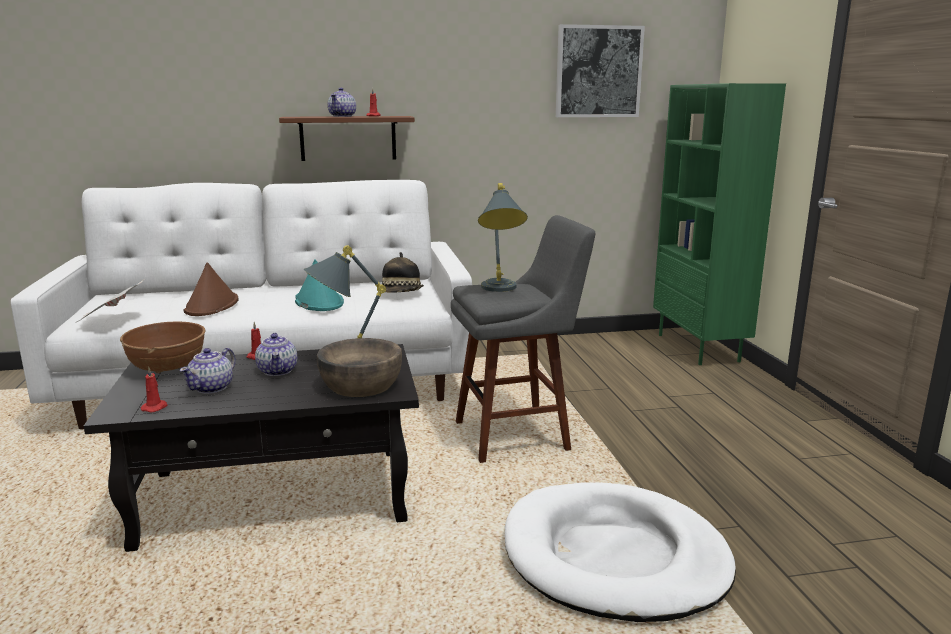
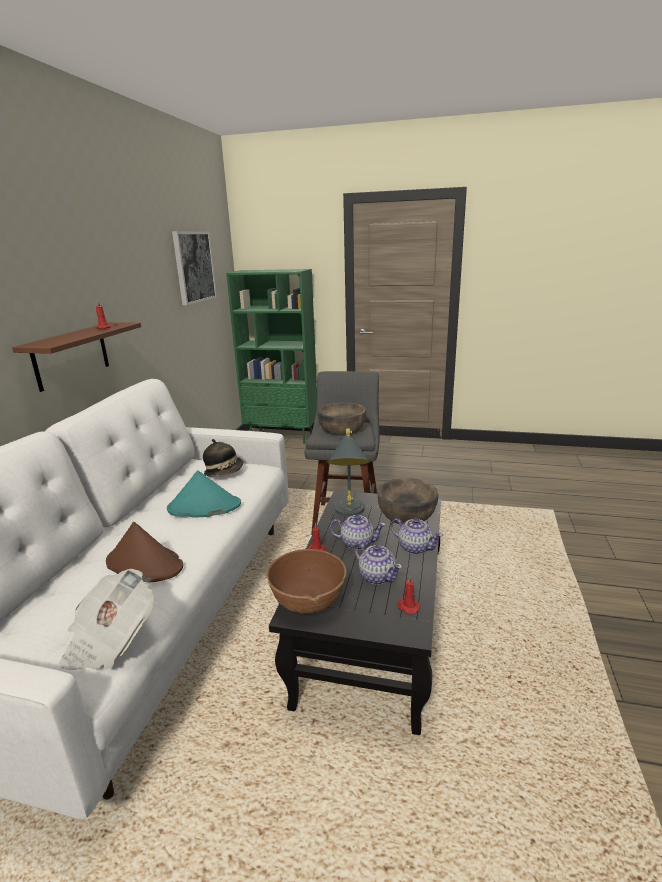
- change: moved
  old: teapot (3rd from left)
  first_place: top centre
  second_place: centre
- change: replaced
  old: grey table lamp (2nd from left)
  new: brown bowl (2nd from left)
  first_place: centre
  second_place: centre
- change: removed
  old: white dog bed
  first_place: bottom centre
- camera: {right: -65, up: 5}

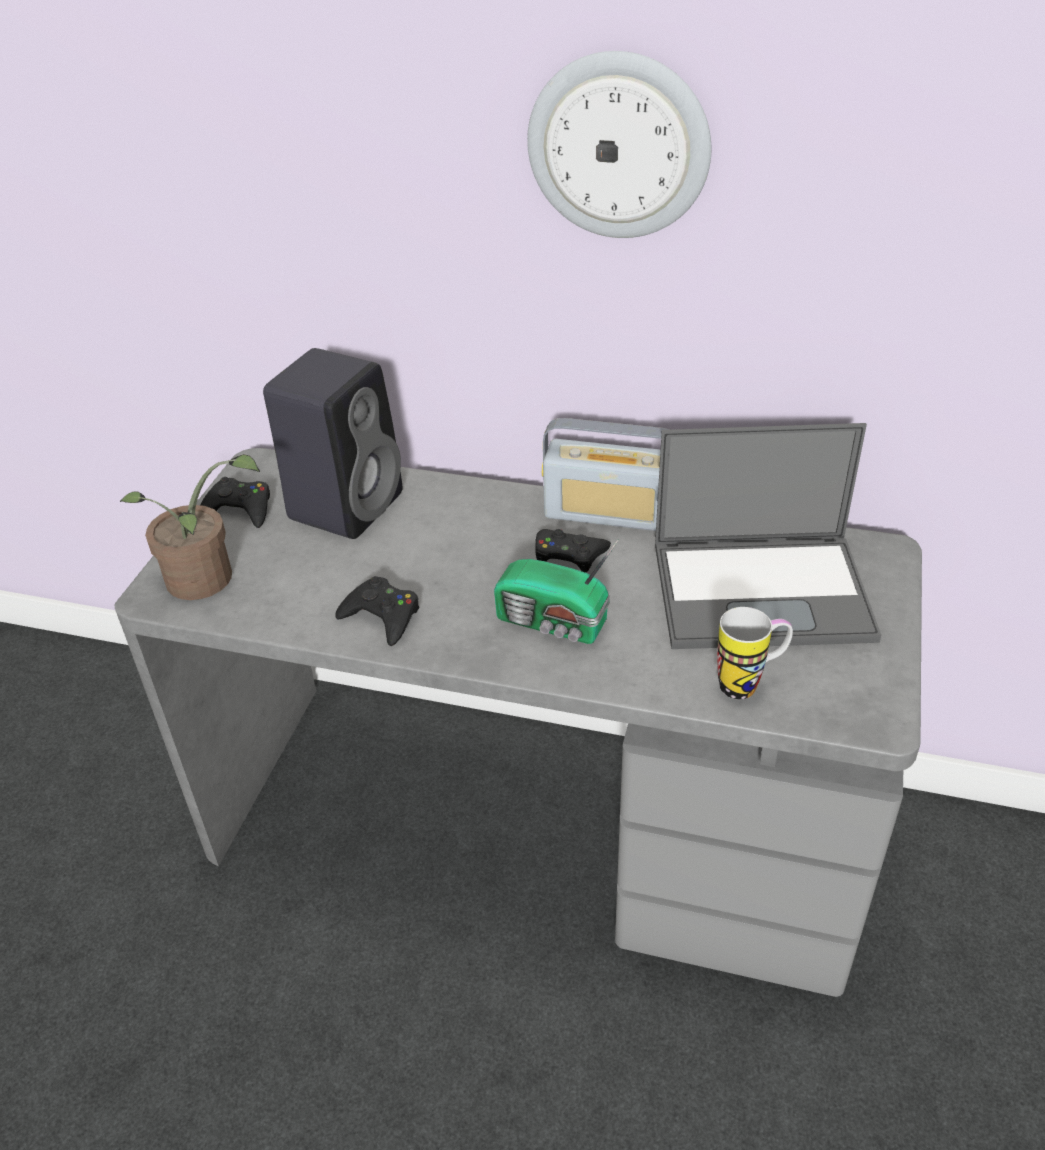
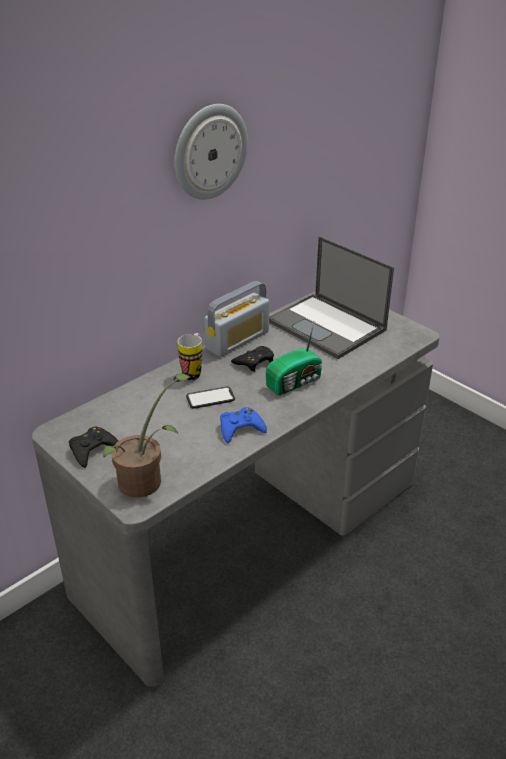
- change: removed
  old: black speaker
  first_place: middle left
- change: recoloured
  old: black game controller (2nd from left)
  new: blue game controller
  first_place: centre
  second_place: centre
- change: turned
  old: laptop
  first_place: middle right
  second_place: centre
  degrees: 105
- change: moved
  old: mug
  first_place: middle right
  second_place: centre
- change: added
  new: phone
  second_place: centre
- camera: {right: -60, up: -5}

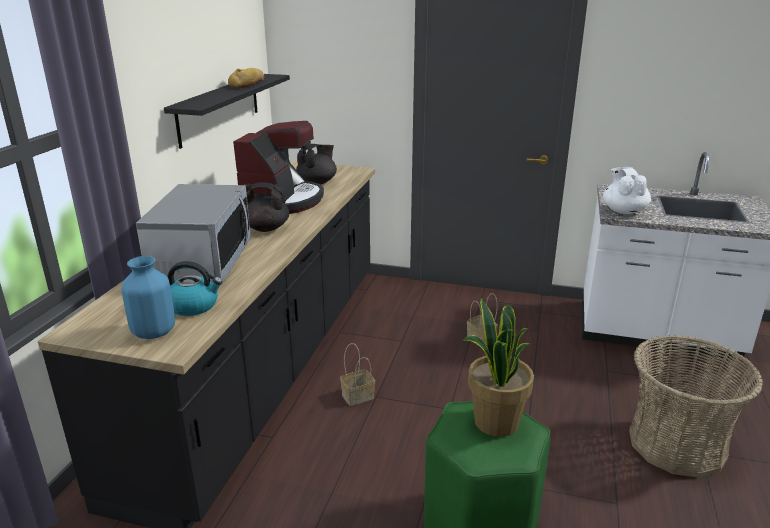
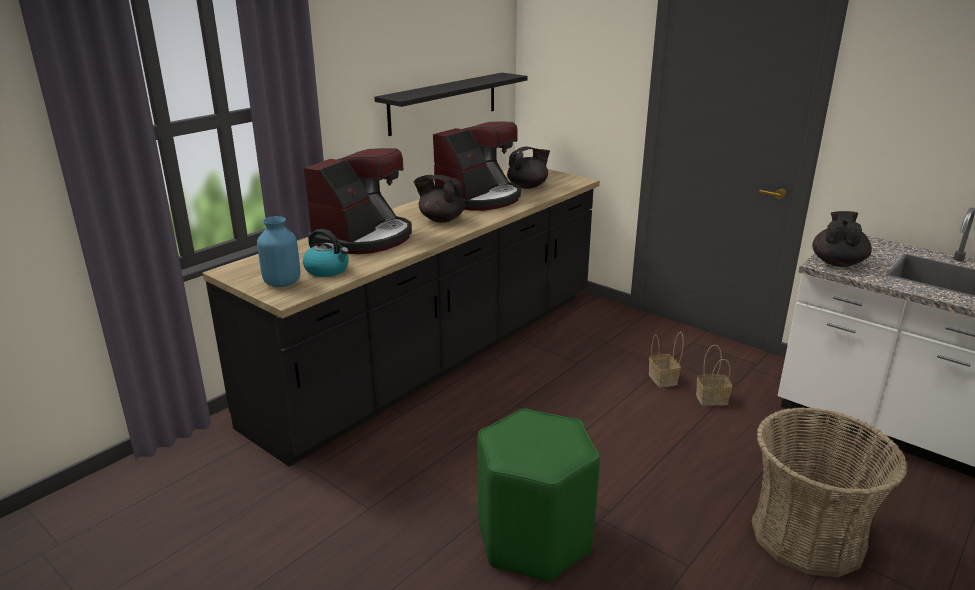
- change: replaced
  old: microwave
  new: coffee machine (1st from left)
  first_place: middle left
  second_place: centre
- change: removed
  old: bread
  first_place: top left
- change: moved
  old: basket (1st from left in the first image)
  new: basket (2nd from left)
  first_place: bottom centre
  second_place: middle right
- change: removed
  old: potted plant
  first_place: bottom centre
- change: recoloured
  old: white teapot
  new: black teapot (3rd from left)
  first_place: middle right
  second_place: middle right
- camera: {right: 25, up: 0}

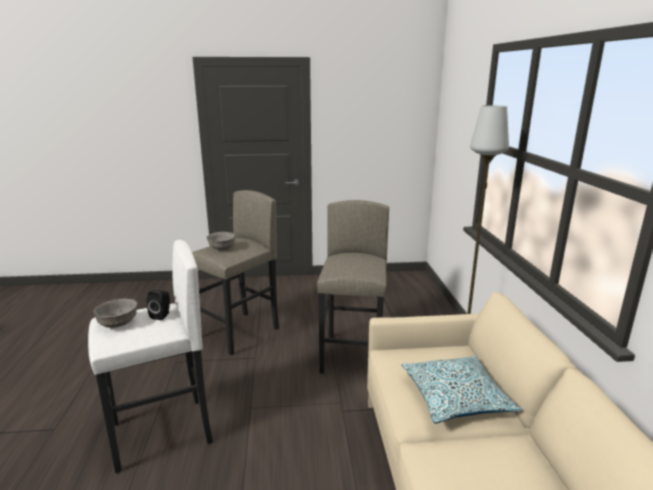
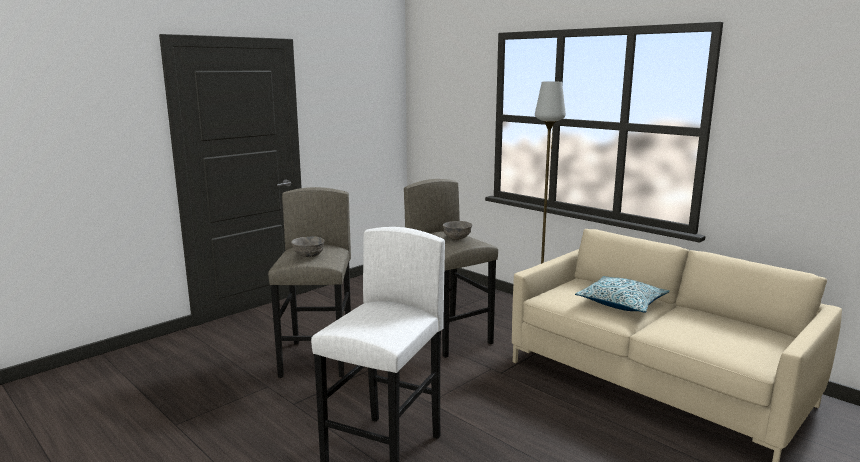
- change: moved
  old: grey bowl (1st from left in the first image)
  new: grey bowl (2nd from left)
  first_place: middle left
  second_place: centre
- change: removed
  old: black speaker
  first_place: middle left
- camera: {right: -40, up: -5}

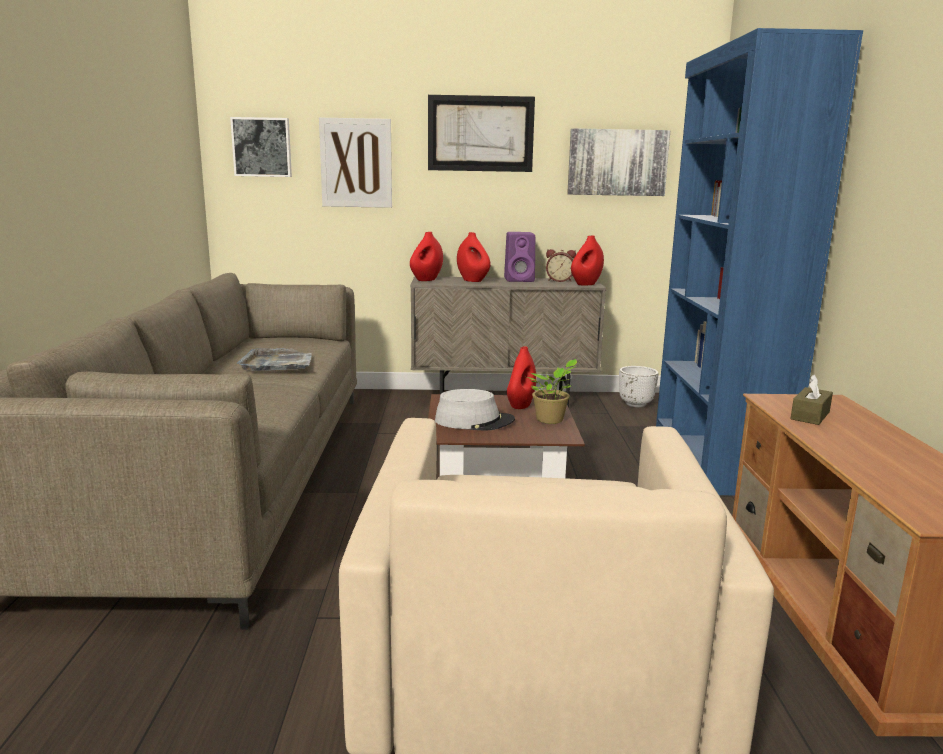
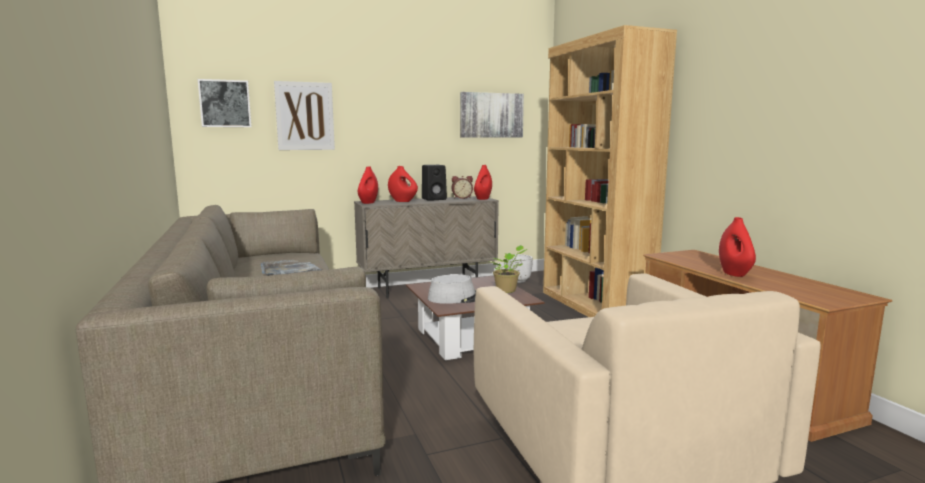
- change: removed
  old: picture (3rd from left)
  first_place: top centre
- change: recoloured
  old: purple speaker
  new: black speaker
  first_place: centre
  second_place: centre
- change: moved
  old: red vase (3rd from left in the first image)
  new: red vase (4th from left)
  first_place: centre
  second_place: middle right
- change: recoloured
  old: blue bookcase
  new: brown bookcase
  first_place: middle right
  second_place: centre
- change: removed
  old: brown tissue box
  first_place: middle right
- camera: {right: -20, up: -5}

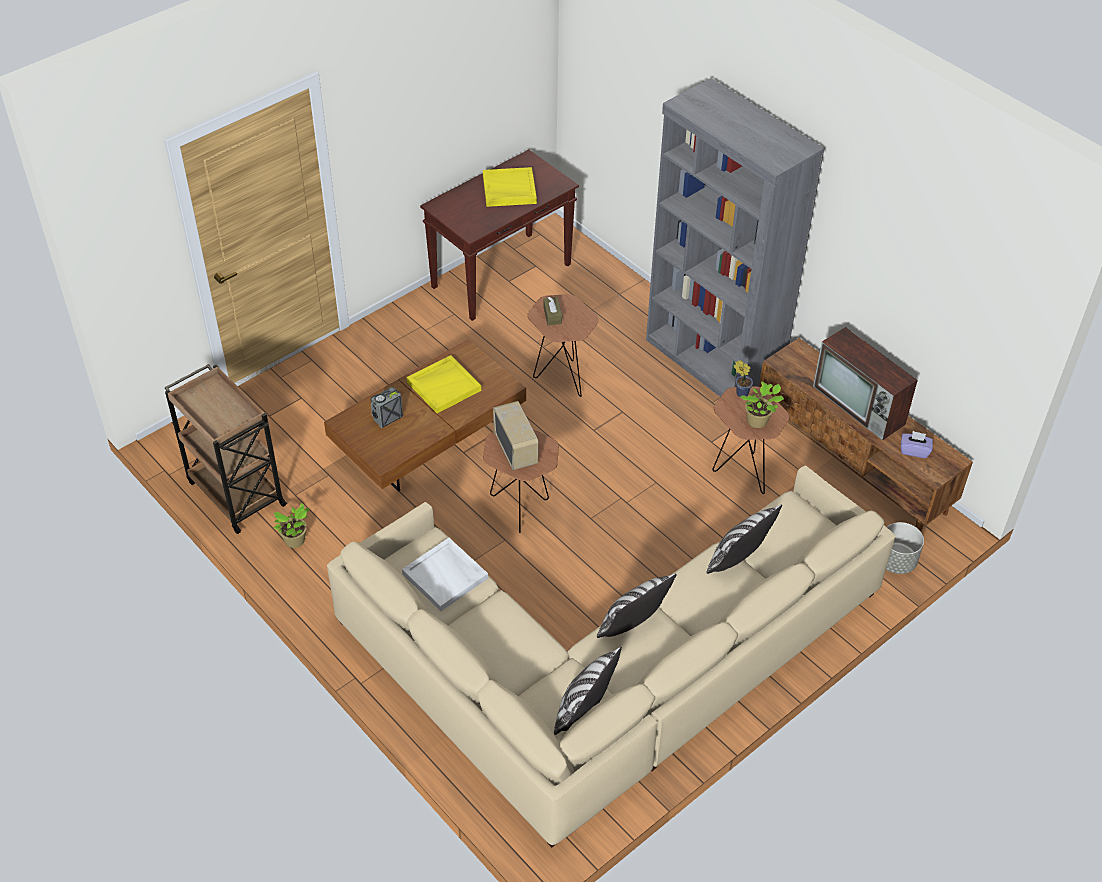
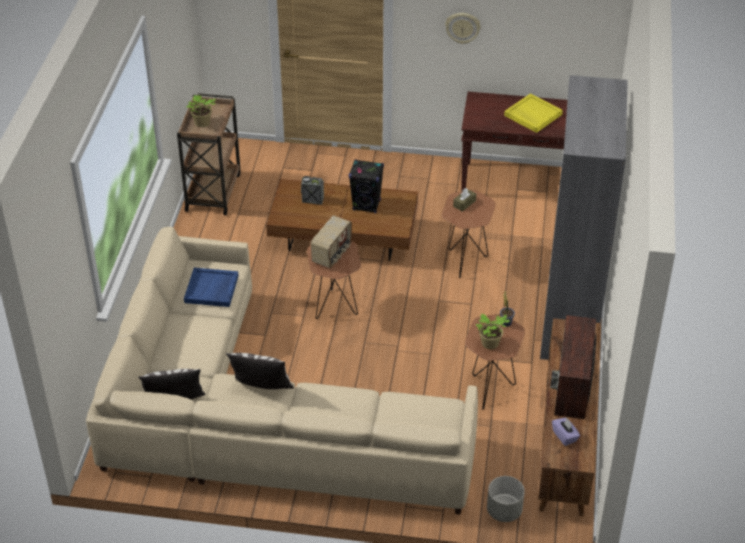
- change: moved
  old: potted plant (1st from left)
  first_place: middle left
  second_place: top left
- change: recoloured
  old: white tray
  new: blue tray
  first_place: centre
  second_place: middle left
- change: replaced
  old: yellow tray (1st from left)
  new: black speaker
  first_place: centre
  second_place: centre
- change: removed
  old: pillow (3rd from left)
  first_place: middle right
- change: added
  new: wall clock
  second_place: top centre
- camera: {right: 50, up: -5}

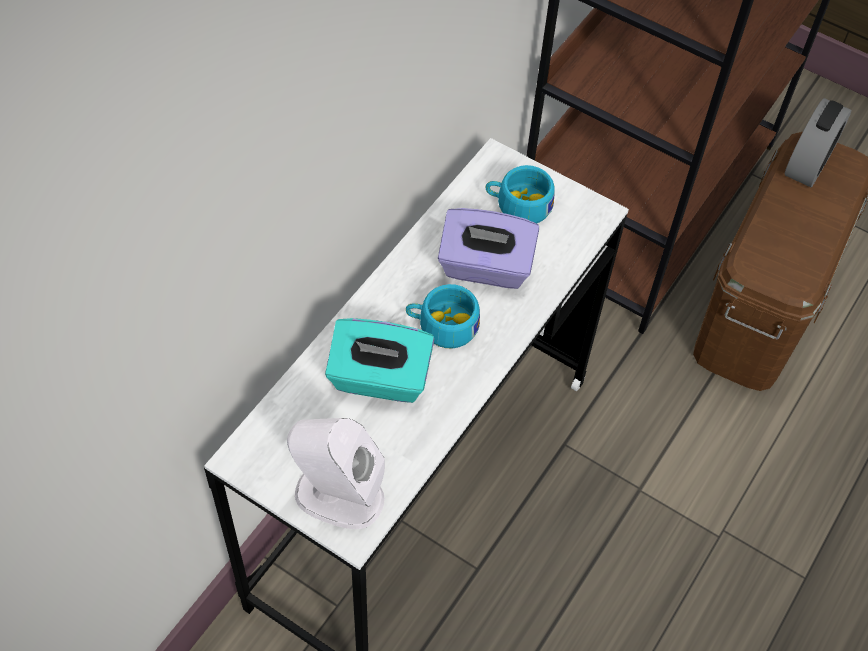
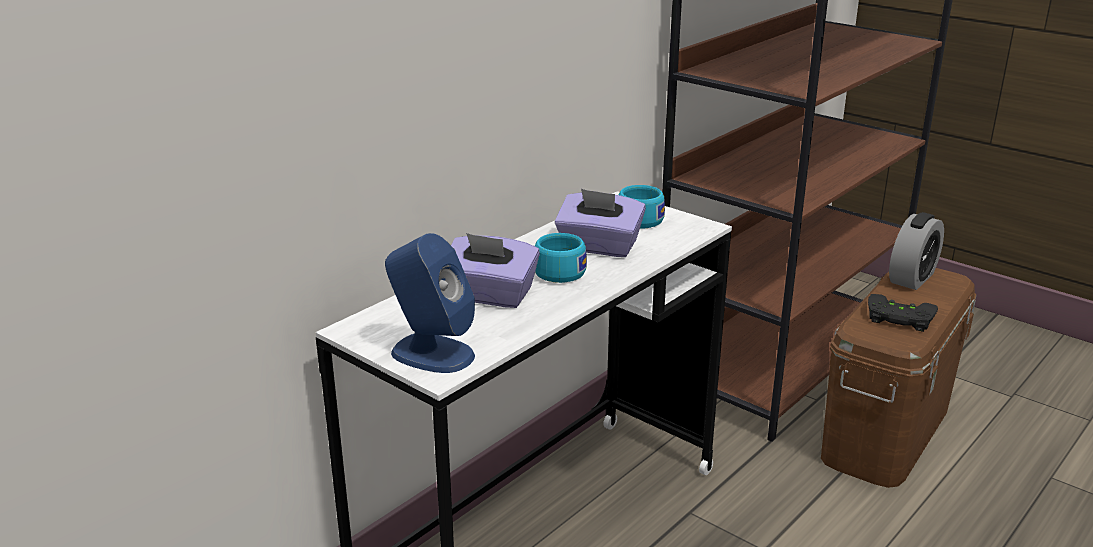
- change: recoloured
  old: white speaker
  new: blue speaker
  first_place: bottom centre
  second_place: centre
- change: recoloured
  old: turquoise tissue box
  new: purple tissue box (1st from left)
  first_place: centre
  second_place: centre
- change: added
  new: black game controller
  second_place: middle right
- camera: {right: 10, up: -30}

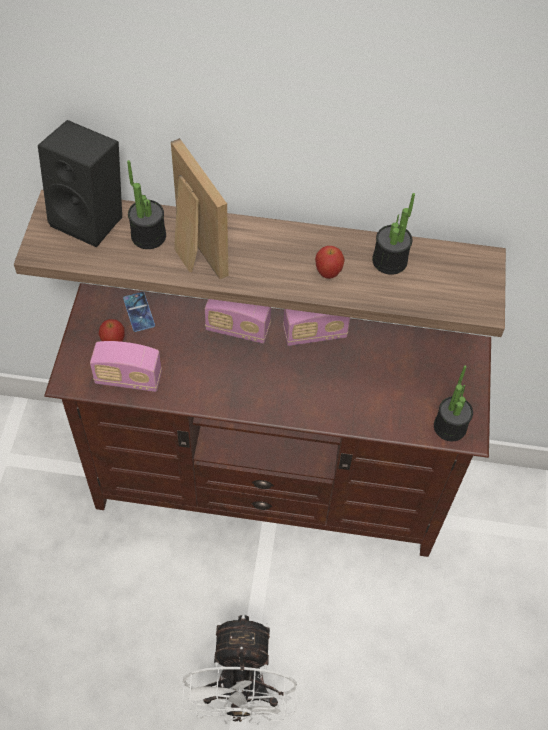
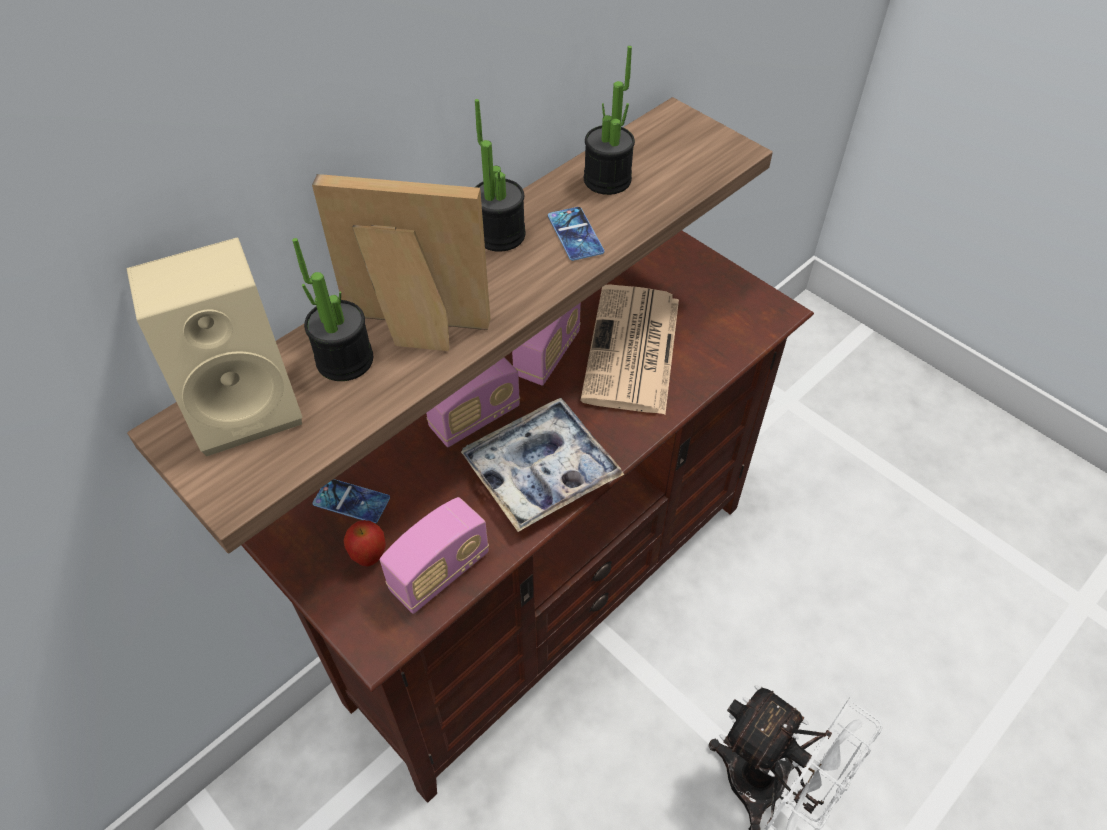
- change: recoloured
  old: black speaker
  new: beige speaker
  first_place: top left
  second_place: middle left
- change: replaced
  old: apple (2nd from left)
  new: phone (2nd from left)
  first_place: centre
  second_place: top centre
- change: moved
  old: potted plant (3rd from left in the first image)
  new: potted plant (2nd from left)
  first_place: middle right
  second_place: top centre
- change: added
  new: tray
  second_place: centre
- change: added
  new: newspaper
  second_place: centre
- camera: {right: -50, up: -5}

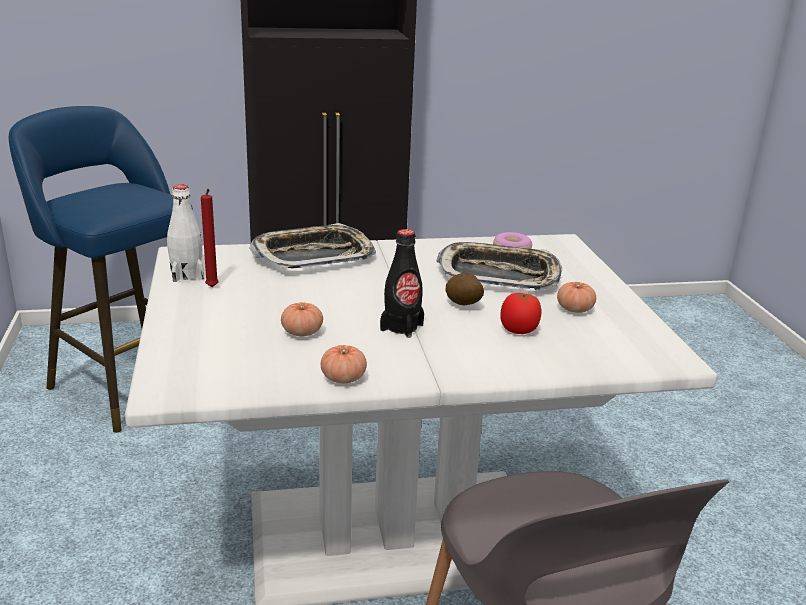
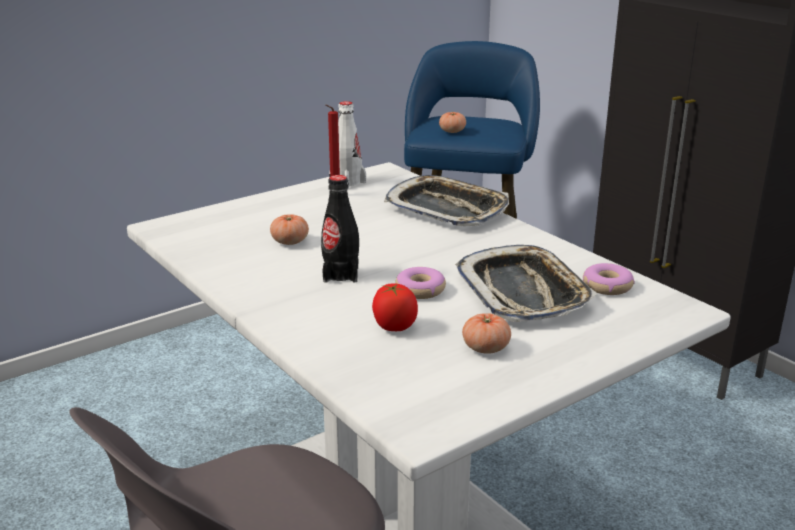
- change: moved
  old: tomato (2nd from left in the first image)
  new: tomato (3rd from left)
  first_place: centre
  second_place: top centre
- change: replaced
  old: potato
  new: donut (1st from left)
  first_place: centre
  second_place: centre
- camera: {right: 65, up: 0}

